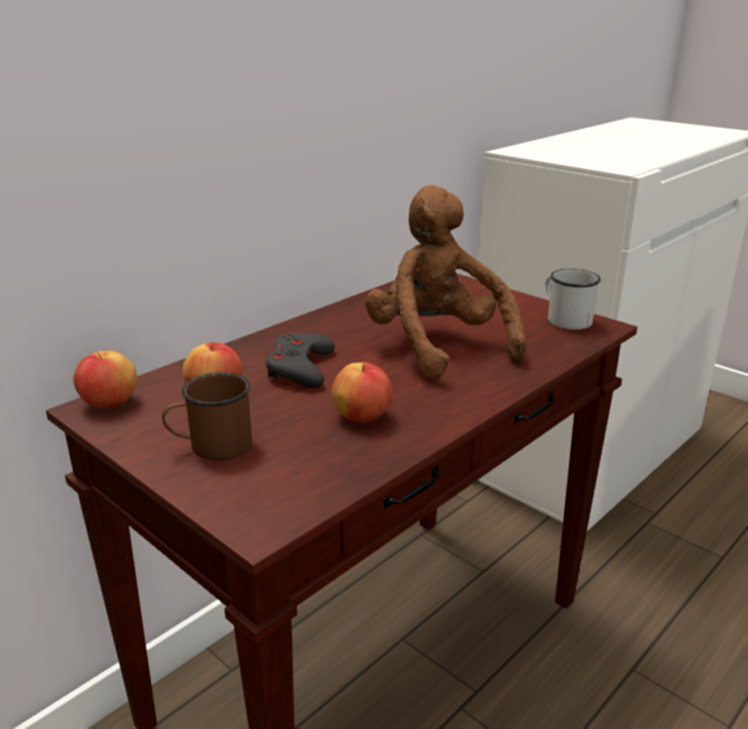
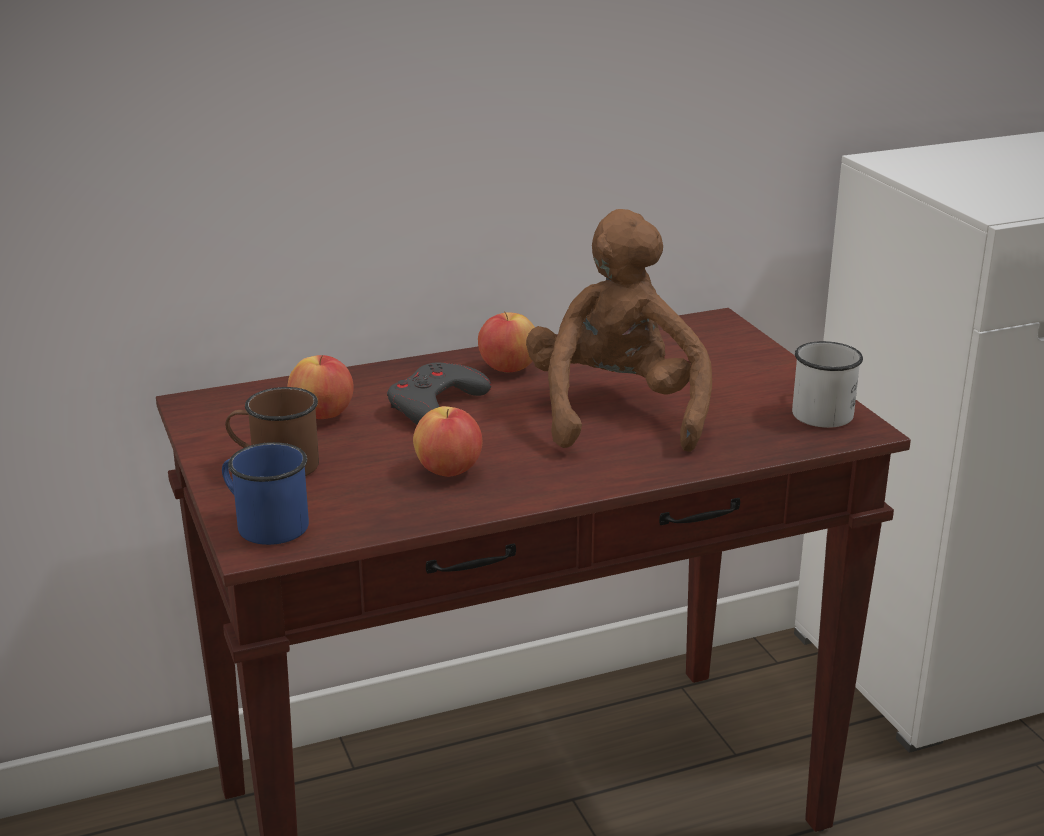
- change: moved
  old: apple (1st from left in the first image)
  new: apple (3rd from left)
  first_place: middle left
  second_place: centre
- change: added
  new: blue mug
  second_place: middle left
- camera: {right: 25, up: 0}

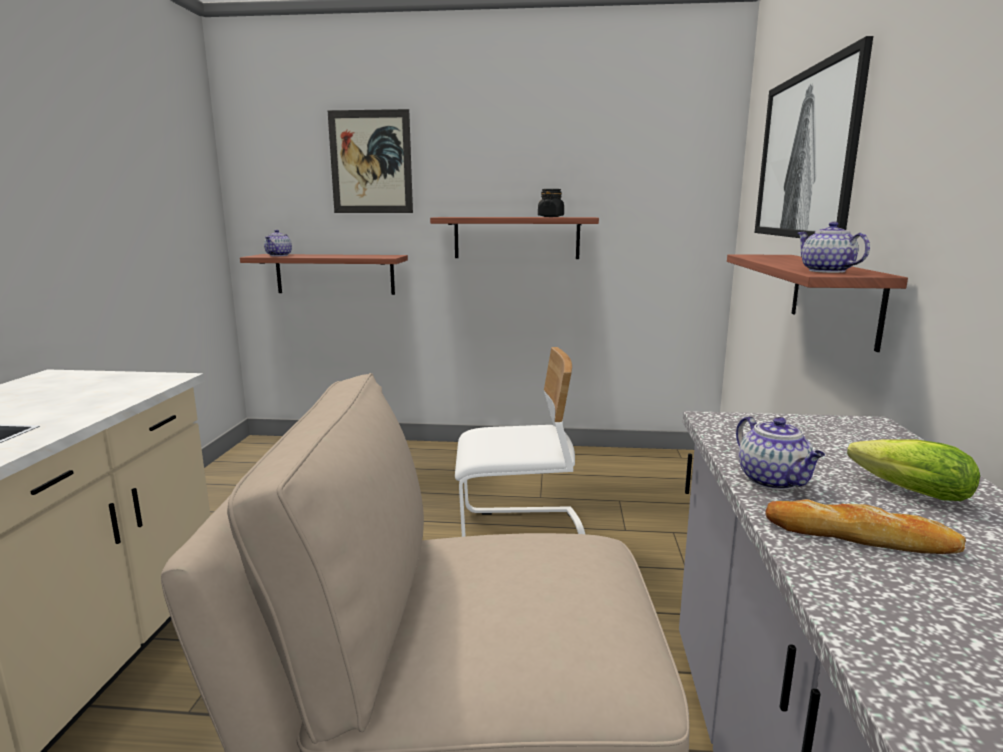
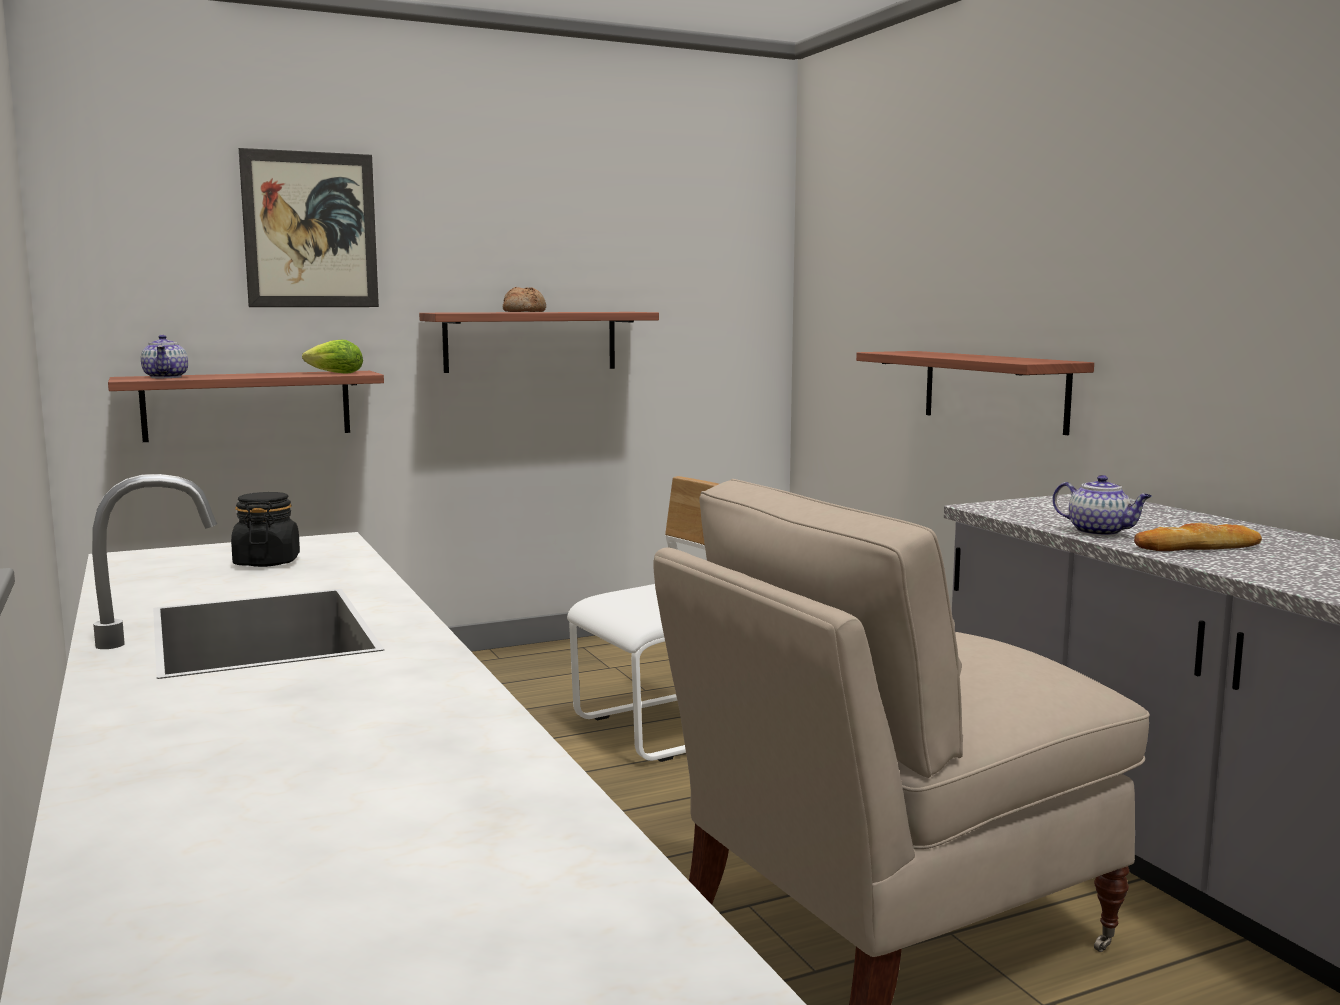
- change: moved
  old: black jar
  first_place: top centre
  second_place: middle left
- change: removed
  old: picture (2nd from left)
  first_place: top right
- change: removed
  old: teapot (3rd from left)
  first_place: top right
- change: moved
  old: lettuce
  first_place: middle right
  second_place: middle left
- change: added
  new: bread (1st from left)
  second_place: top centre
- camera: {right: -30, up: -5}

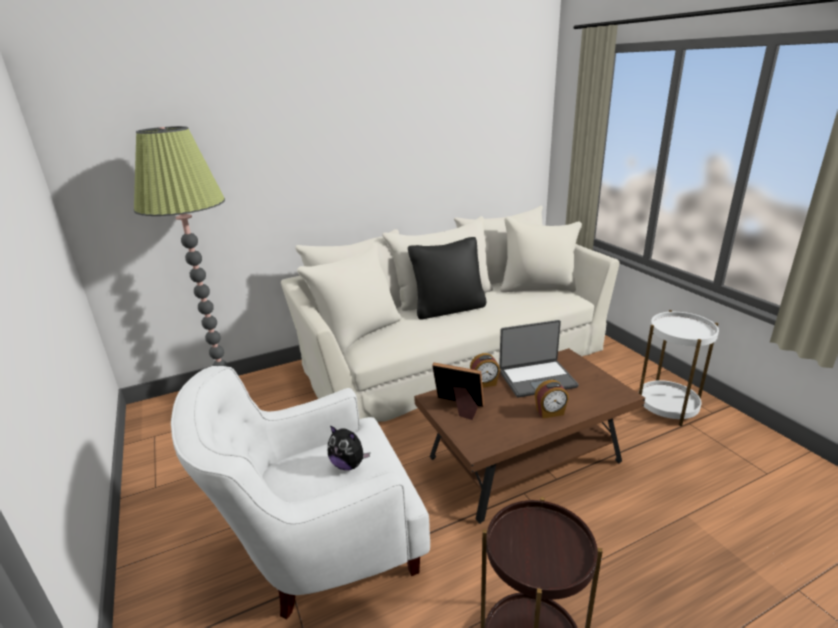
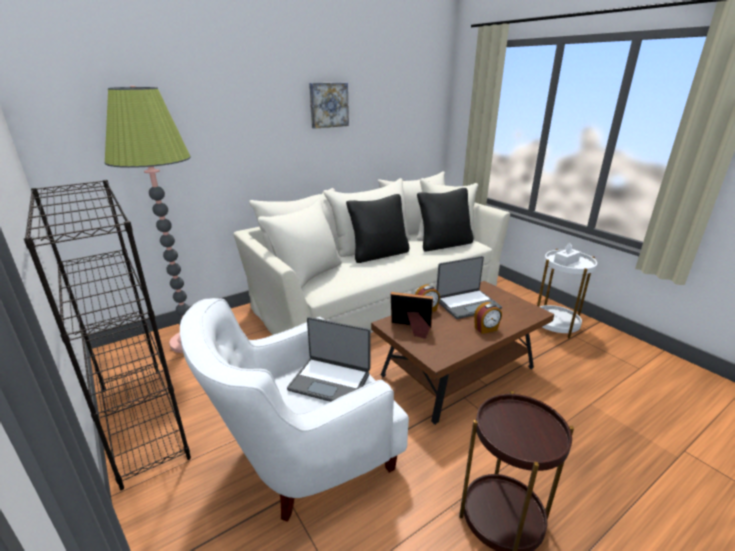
- change: replaced
  old: plush toy
  new: laptop (1st from left)
  first_place: bottom centre
  second_place: centre
- change: added
  new: black bookcase
  second_place: middle left
- change: added
  new: picture
  second_place: top centre
- change: added
  new: black pillow (2nd from left)
  second_place: centre
- change: added
  new: white tissue box
  second_place: middle right
- camera: {right: -10, up: 0}

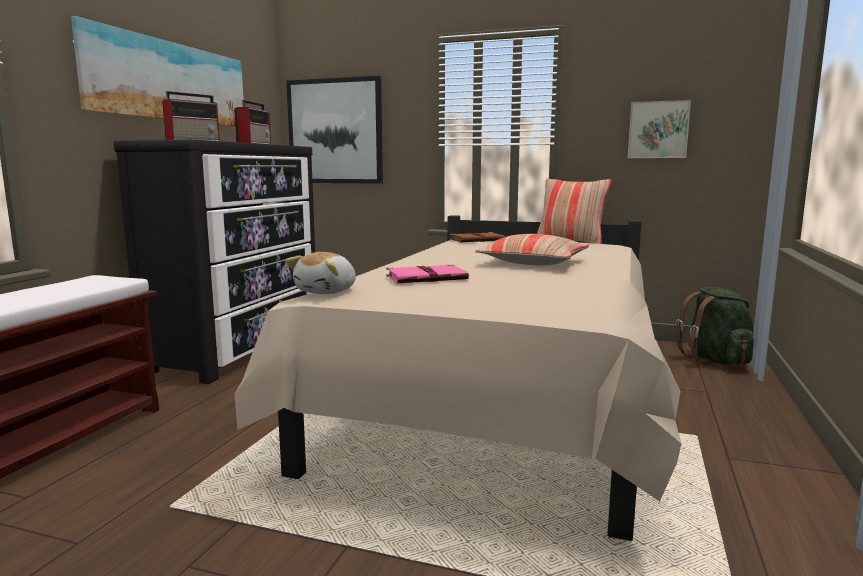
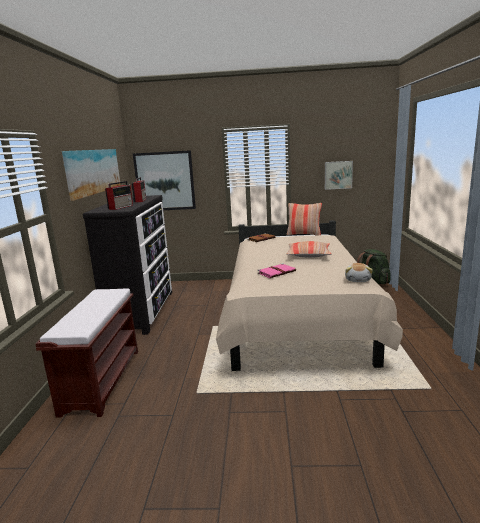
- change: moved
  old: plush toy
  first_place: centre
  second_place: middle right
- camera: {right: -15, up: 5}

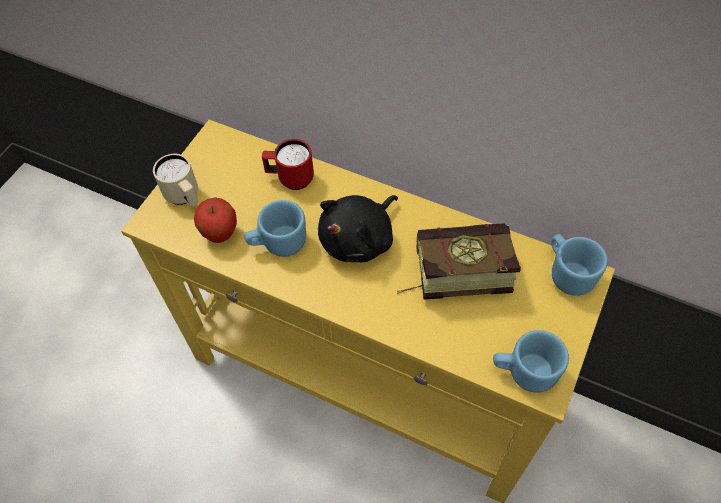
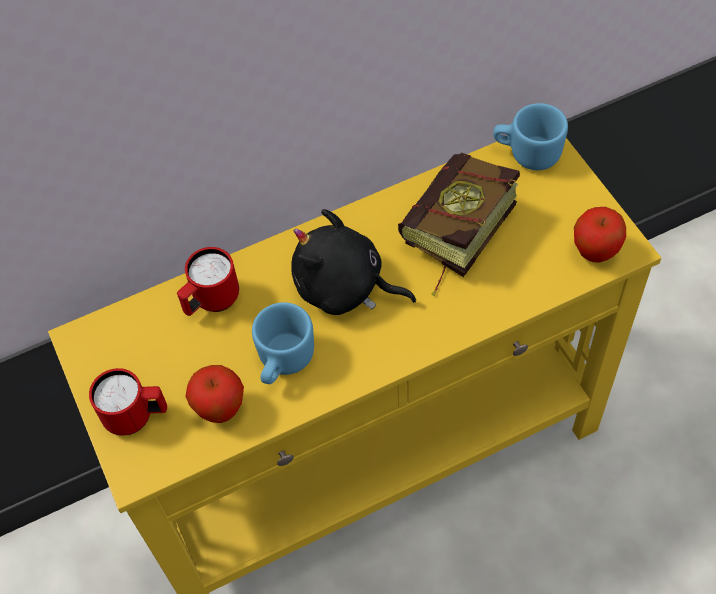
- change: recoloured
  old: beige mug
  new: red mug (1st from left)
  first_place: middle left
  second_place: bottom left
- change: turned
  old: black plush toy
  first_place: centre
  second_place: centre
  degrees: 120
- change: replaced
  old: blue mug (2nd from left)
  new: apple (2nd from left)
  first_place: bottom right
  second_place: middle right
- camera: {right: -50, up: 0}

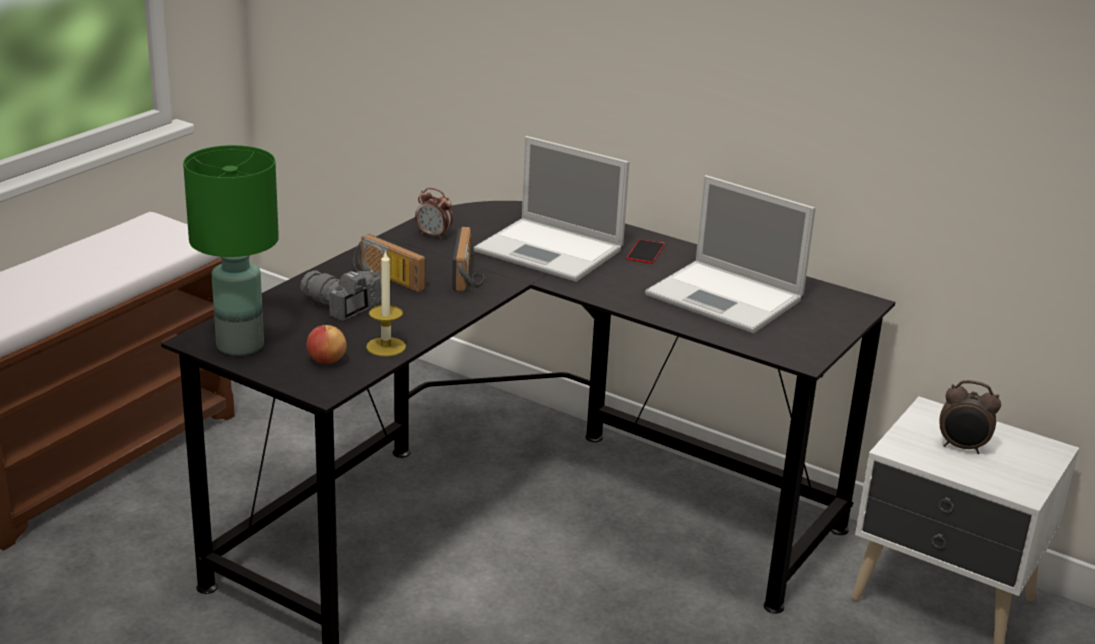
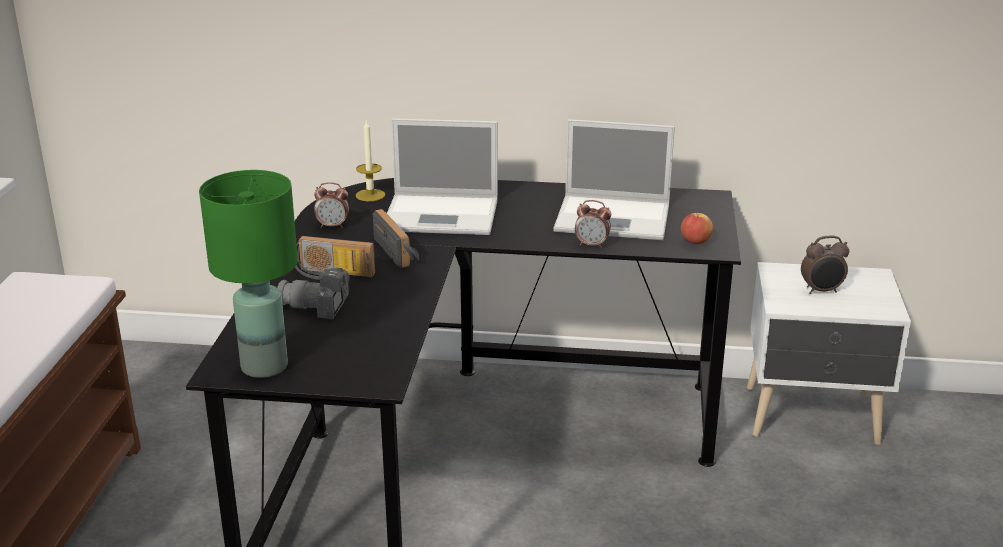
- change: moved
  old: apple
  first_place: middle left
  second_place: middle right
- change: moved
  old: candle
  first_place: centre
  second_place: top centre
- change: removed
  old: phone
  first_place: centre
- change: added
  new: alarm clock (2nd from left)
  second_place: centre
- camera: {right: -25, up: 0}

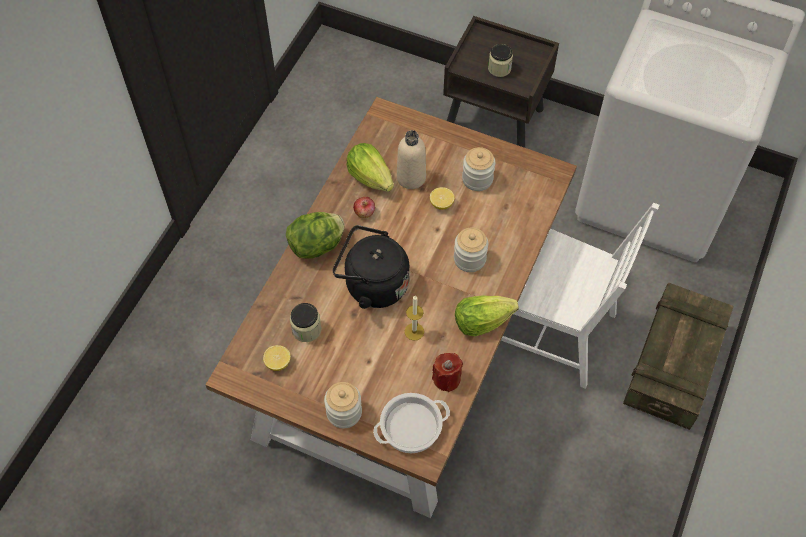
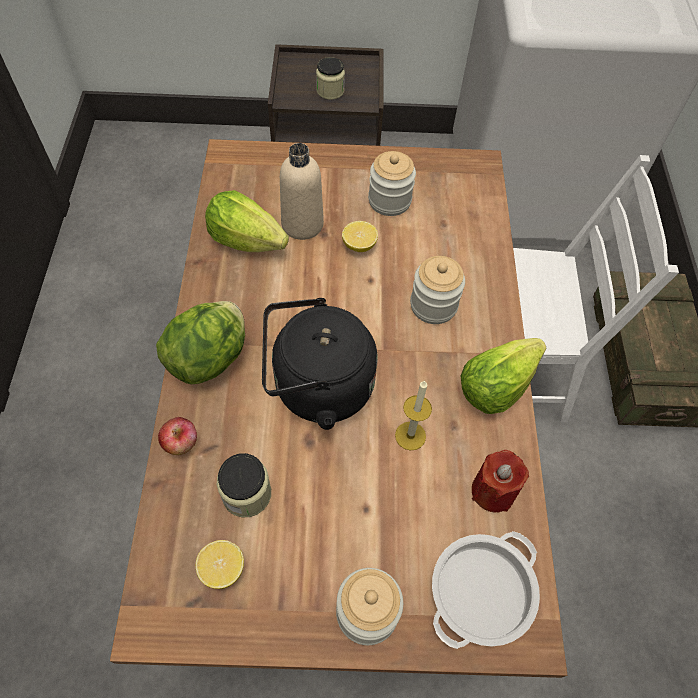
- change: moved
  old: apple
  first_place: centre
  second_place: middle left
- camera: {right: -25, up: 0}

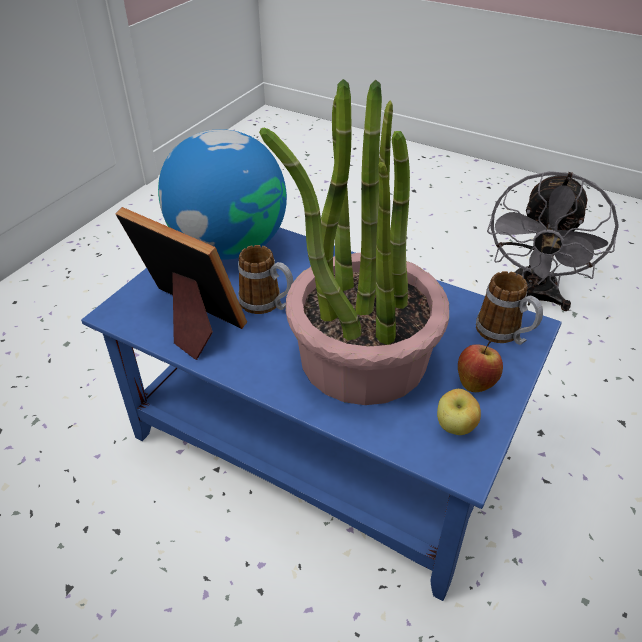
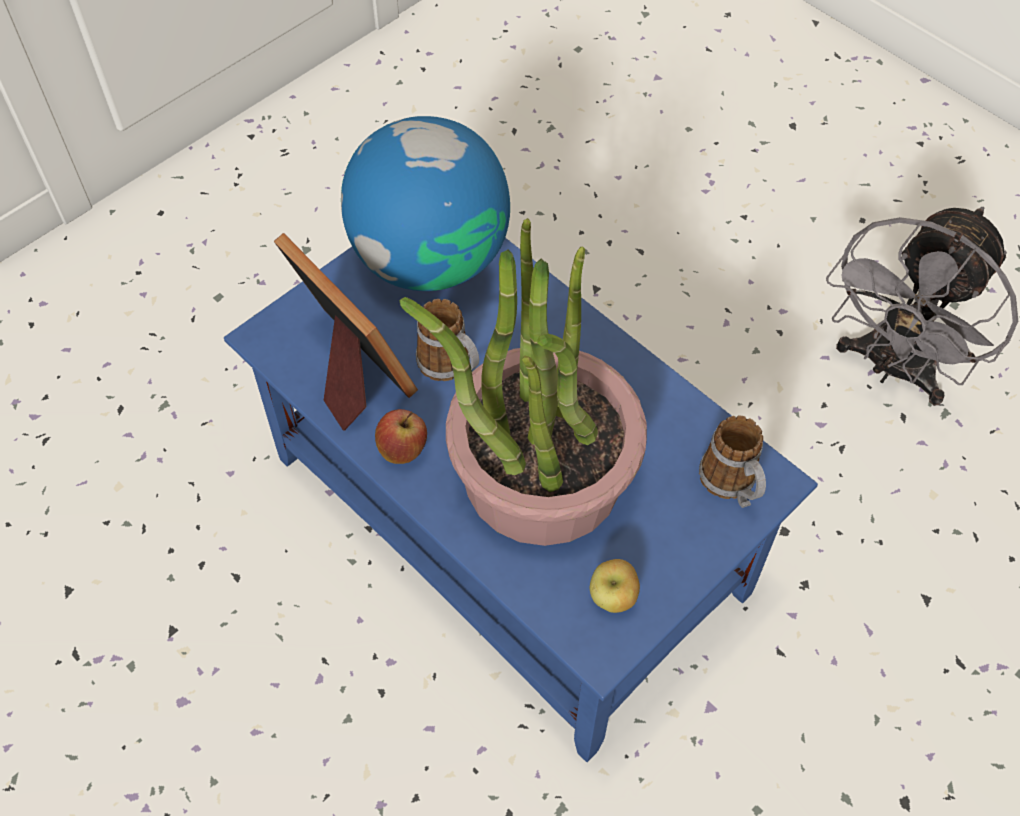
- change: moved
  old: apple (2nd from left in the first image)
  new: apple (1st from left)
  first_place: middle right
  second_place: centre
- camera: {right: 15, up: 15}

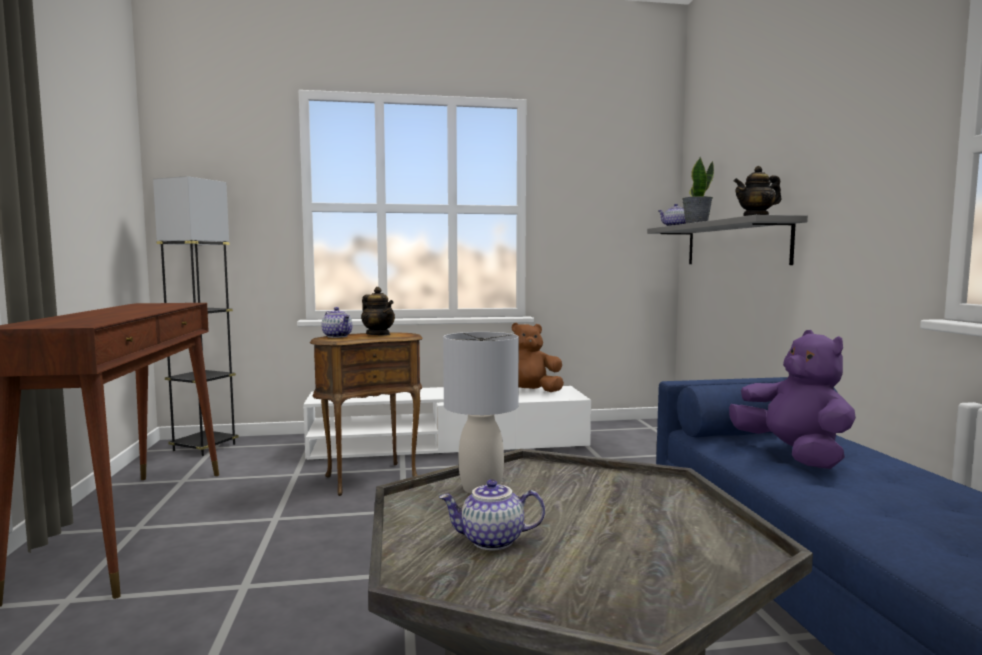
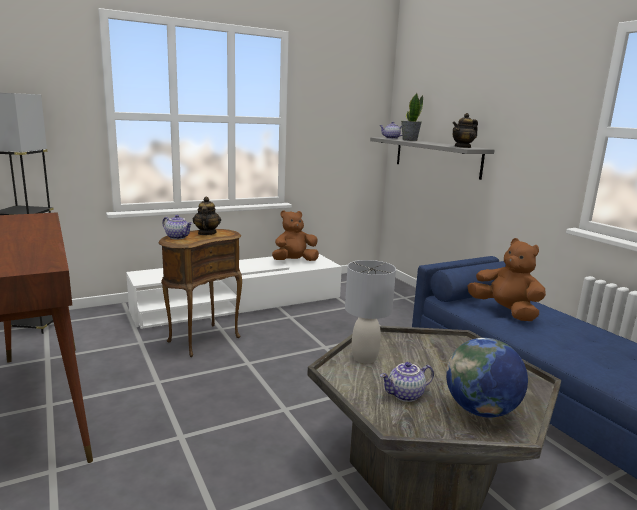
- change: turned
  old: teapot (2nd from left)
  first_place: centre
  second_place: middle left
  degrees: -120
- change: recoloured
  old: purple plush toy
  new: brown plush toy (2nd from left)
  first_place: middle right
  second_place: middle right
- change: added
  new: globe
  second_place: bottom right
- camera: {right: -20, up: 10}

